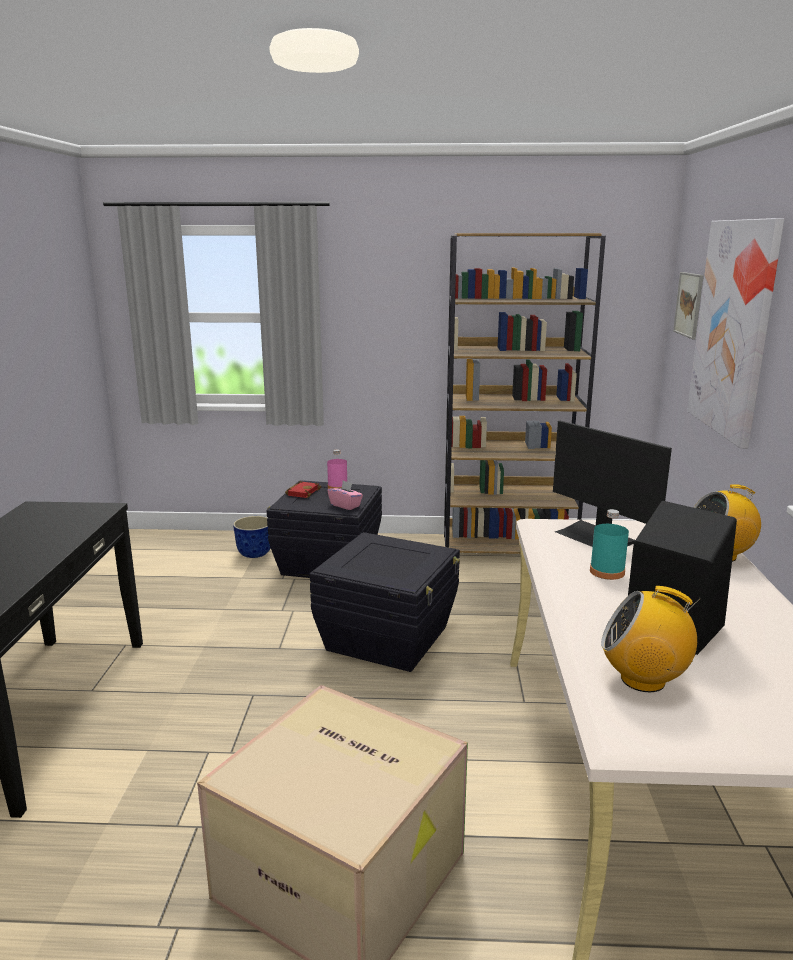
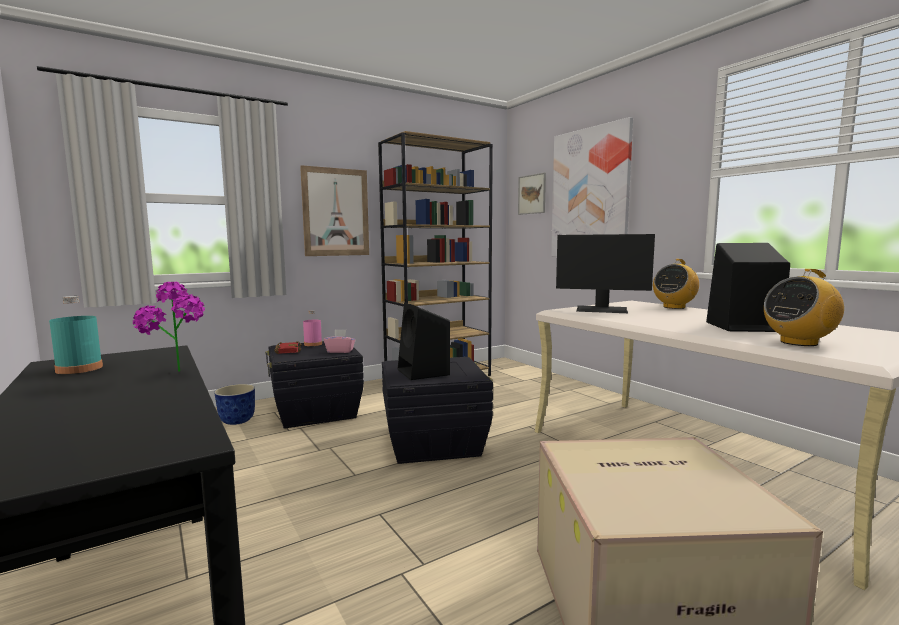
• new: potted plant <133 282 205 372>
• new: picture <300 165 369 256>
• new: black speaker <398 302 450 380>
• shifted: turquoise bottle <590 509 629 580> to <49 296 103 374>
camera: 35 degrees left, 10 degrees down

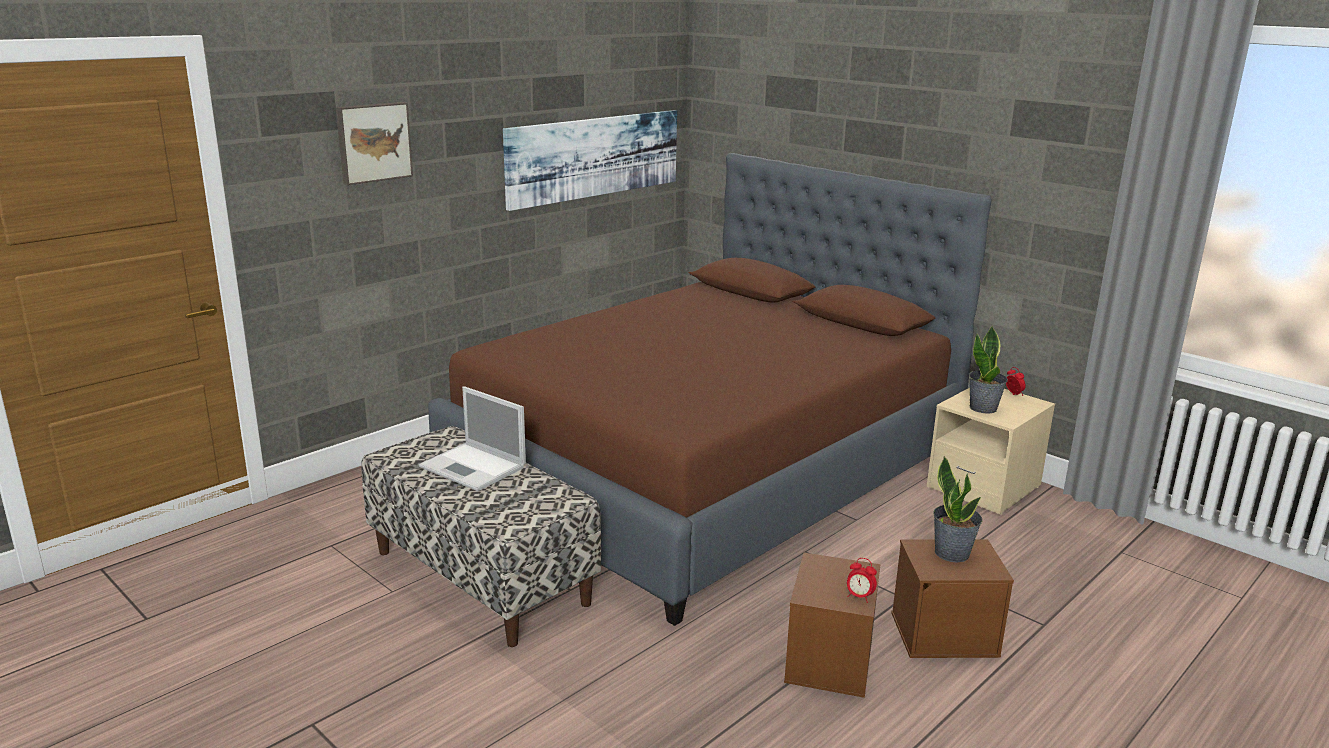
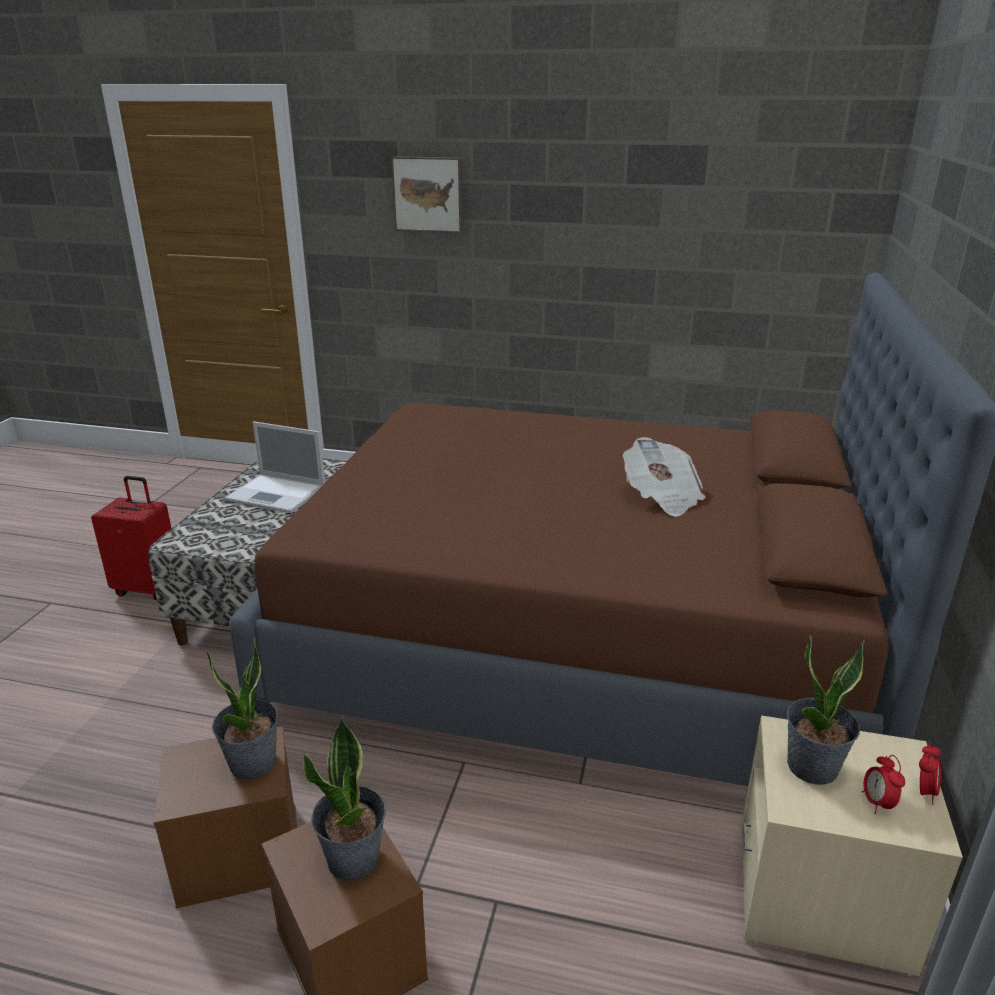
• gone: picture <503 110 677 211>
• new: red suitcase <91 476 172 601>
• new: potted plant <207 638 278 780>
• new: newspaper <623 437 706 517>
• shifted: alarm clock <847 558 877 603> to <862 755 905 814>
• rotated: laptop <419 386 526 491> = <225 421 325 513> 75 degrees counterclockwise
camera: 60 degrees right, 5 degrees up

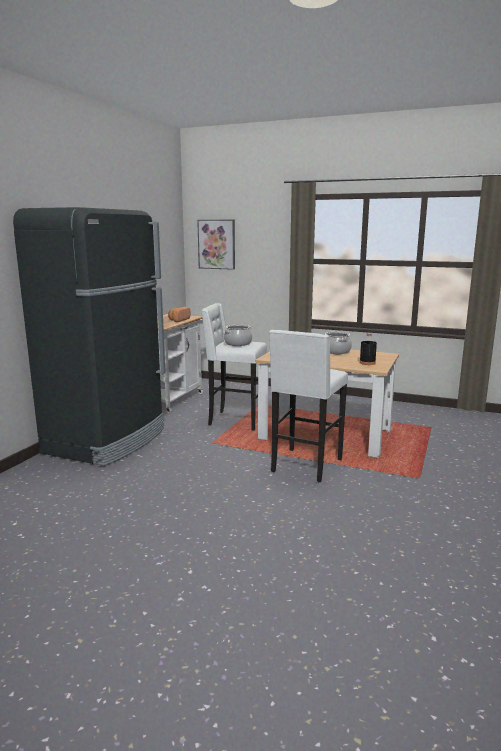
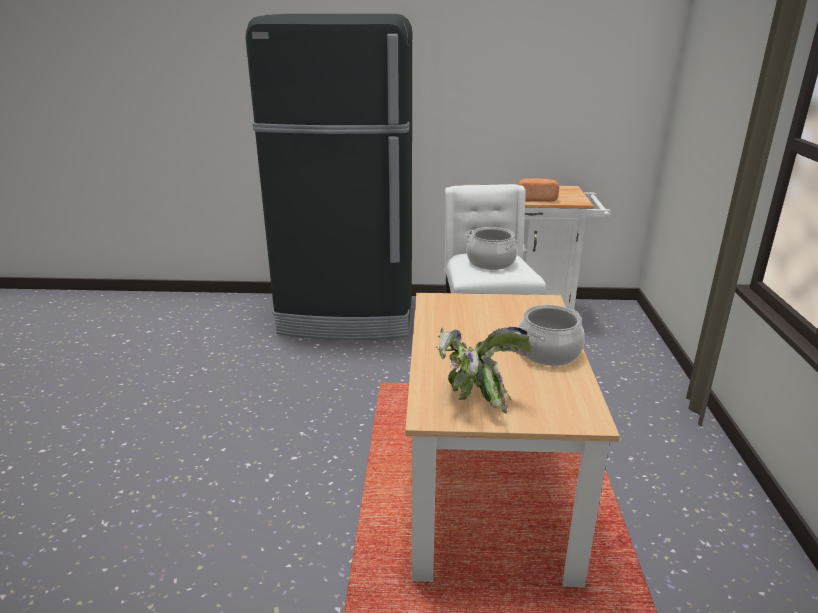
• gone: picture <197 220 235 270>
• gone: white stool <269 330 348 482>
• swapped: black bottle <360 333 377 365> to potted plant <436 327 531 414>
camera: 70 degrees right, 10 degrees up

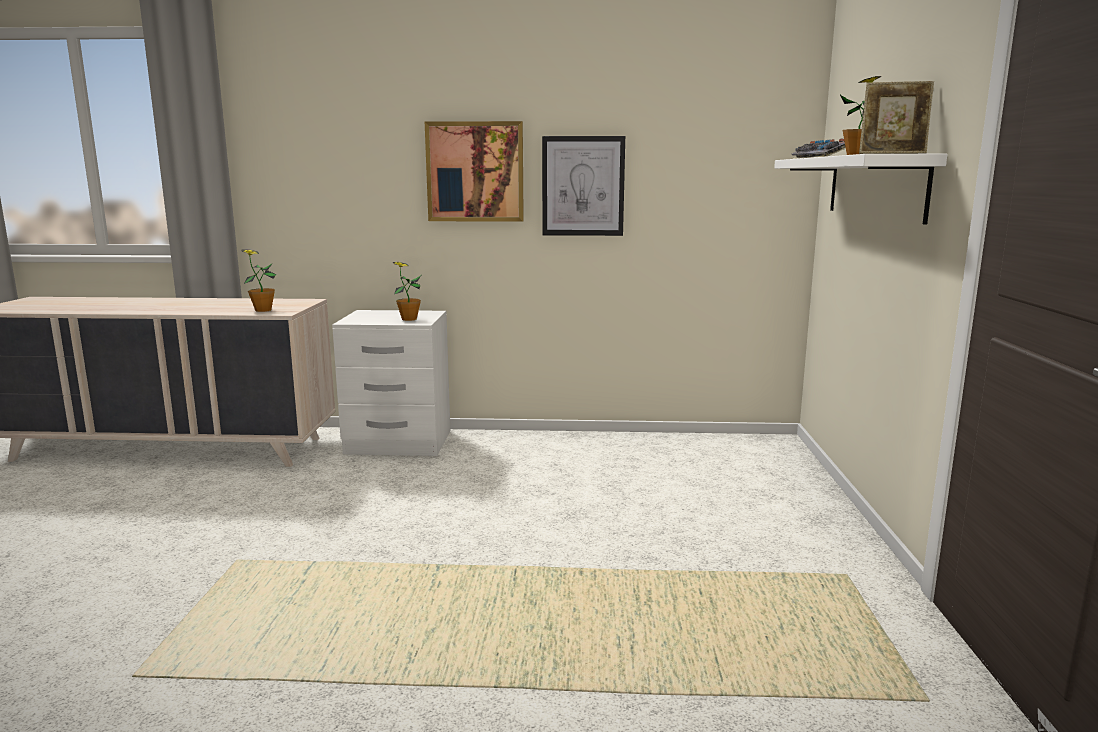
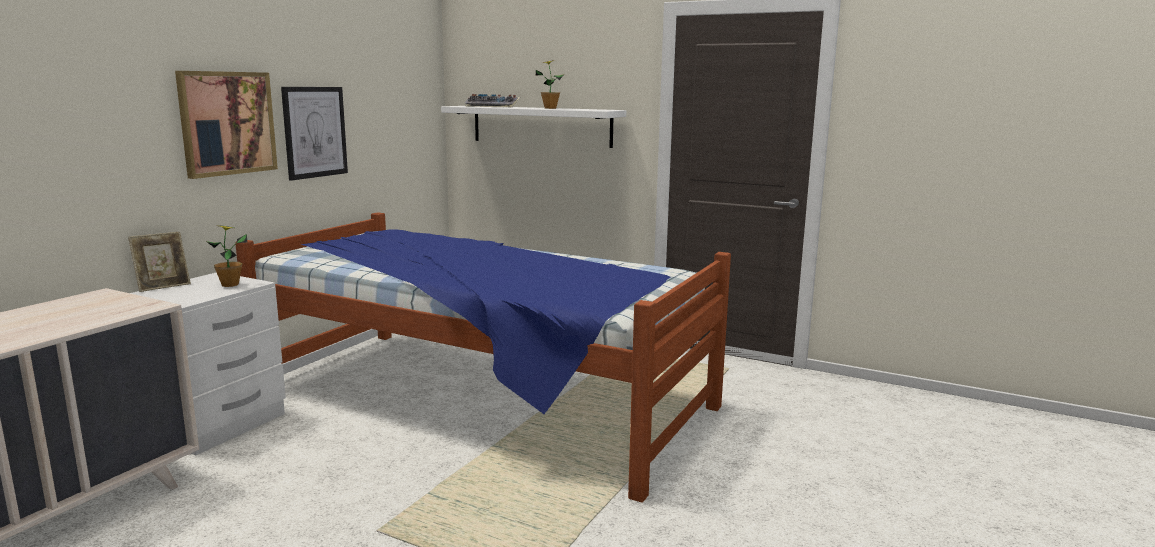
• gone: potted plant <241 250 276 312>
• new: bed <235 212 731 503>
• shifted: picture frame <859 81 934 154> to <128 232 191 292>
camera: 65 degrees left, 0 degrees up

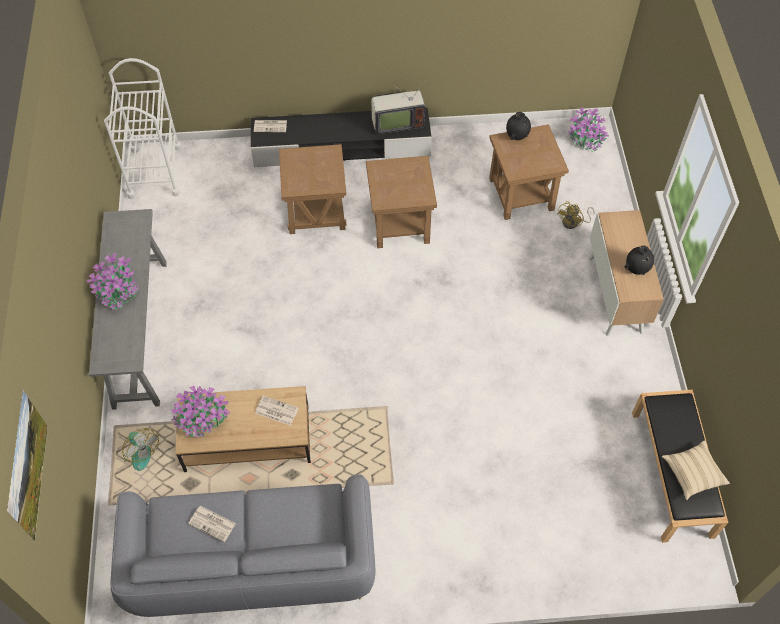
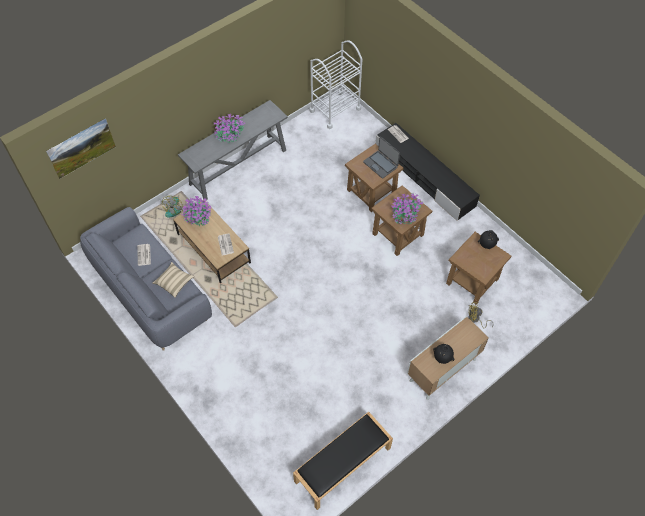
• gone: television <371 79 426 135>
• new: laptop <363 136 400 179>
• shifted: potted plant <567 107 609 152> to <391 193 423 224>
• shifted: beige pillow <662 440 730 500> to <152 262 194 298>
camera: 55 degrees right, 0 degrees up

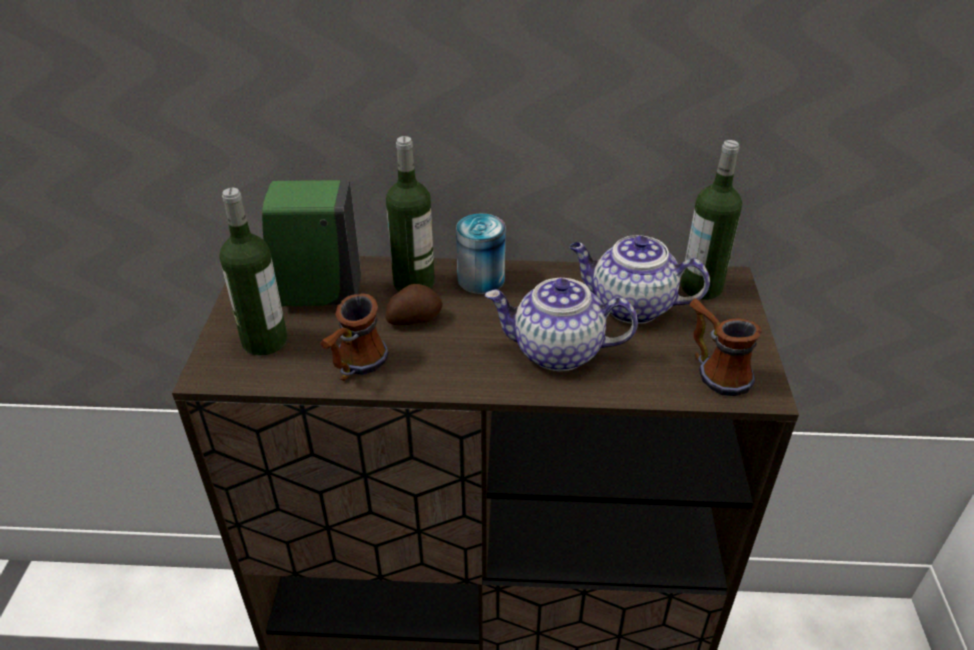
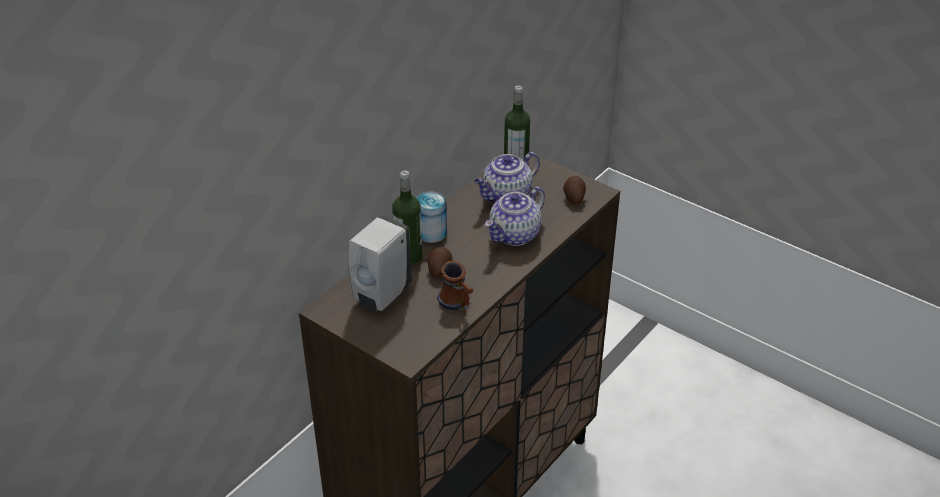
• gone: bottle <219 188 287 356>
• swapped: mug <690 298 762 396> to potato <563 176 586 204>
• repainted: green soap dispenser <262 180 361 306> to white soap dispenser <348 215 411 312>
camera: 55 degrees left, 0 degrees up

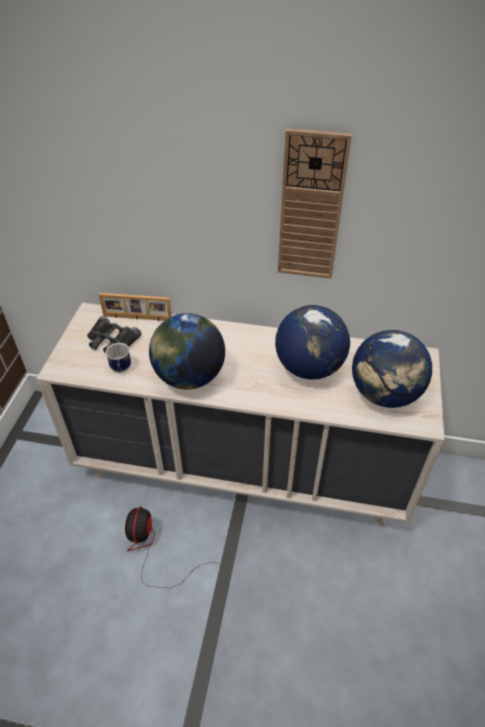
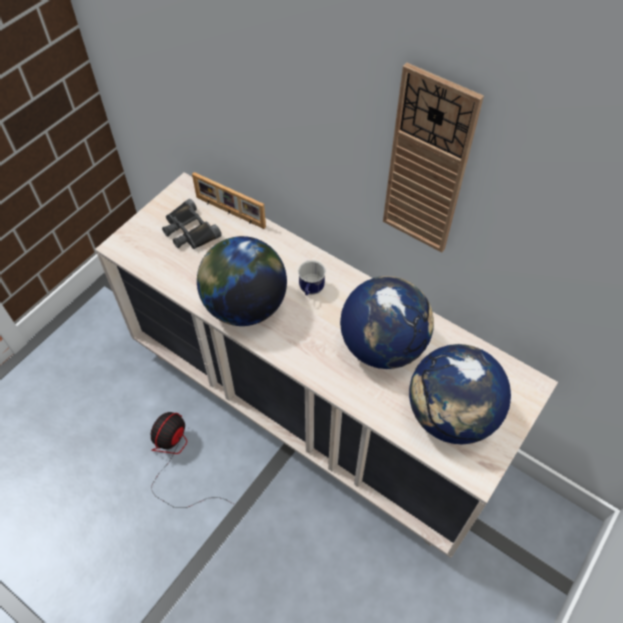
• shifted: mug <106 343 131 373> to <298 260 326 296>
camera: 25 degrees right, 10 degrees up

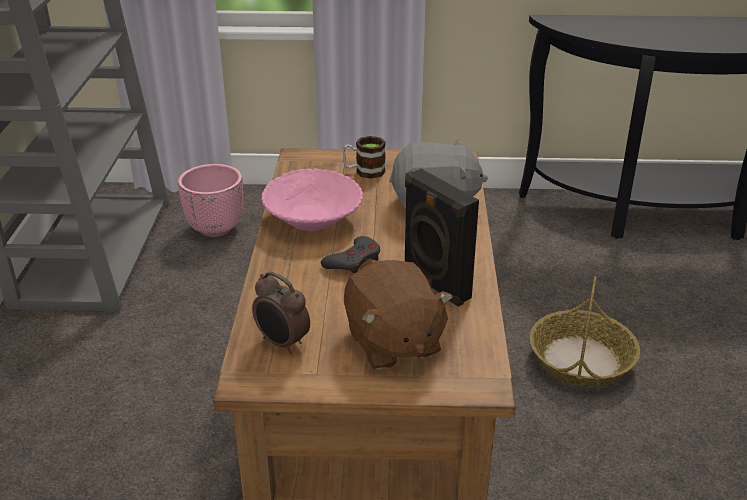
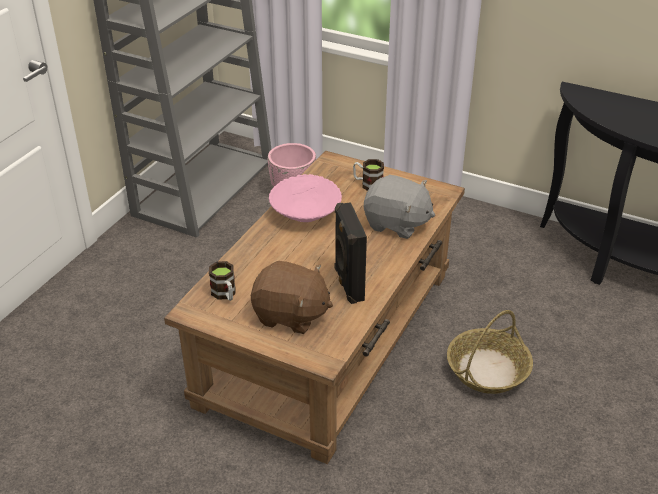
• gone: grey game controller <321 236 380 273>
• swapped: alarm clock <252 272 310 354> to mug <209 261 236 301>
• rotated: brown plush toy <344 260 453 370> = <251 261 333 334> 75 degrees counterclockwise
camera: 25 degrees right, 5 degrees up

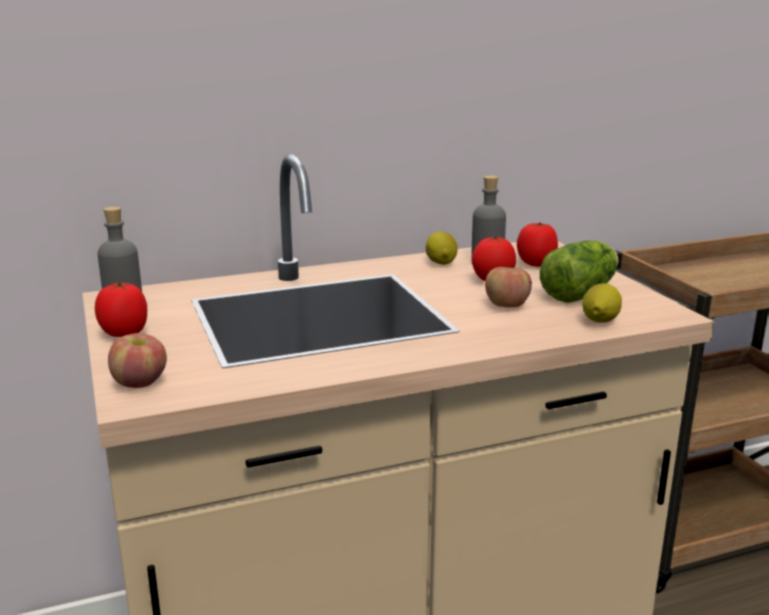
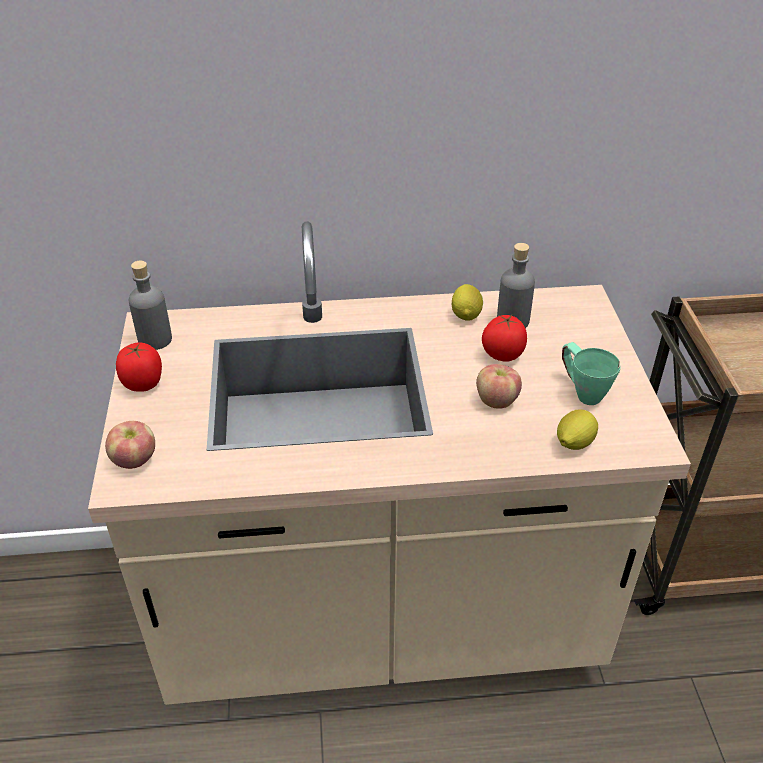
• gone: tomato <517 223 558 267>
• swapped: lettuce <540 240 619 303> to green mug <562 342 620 405>
camera: 15 degrees right, 20 degrees up

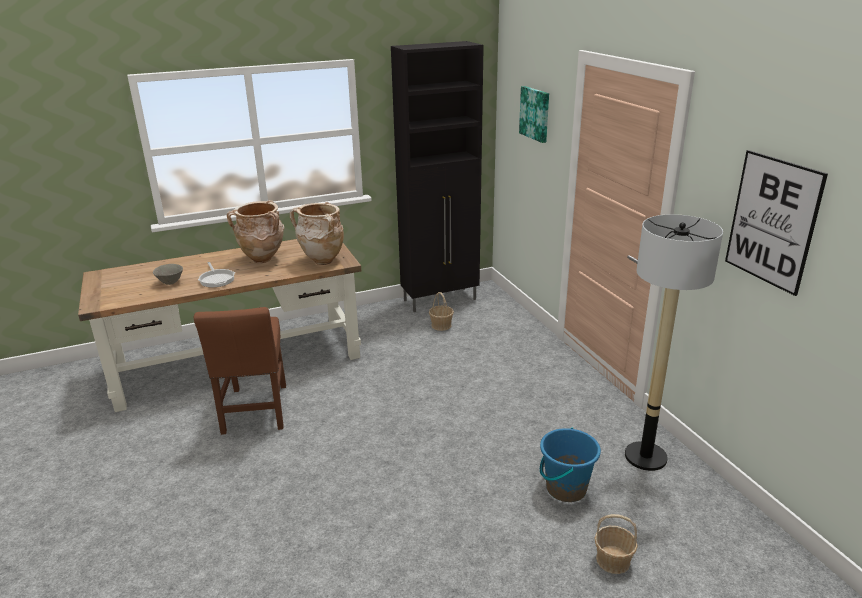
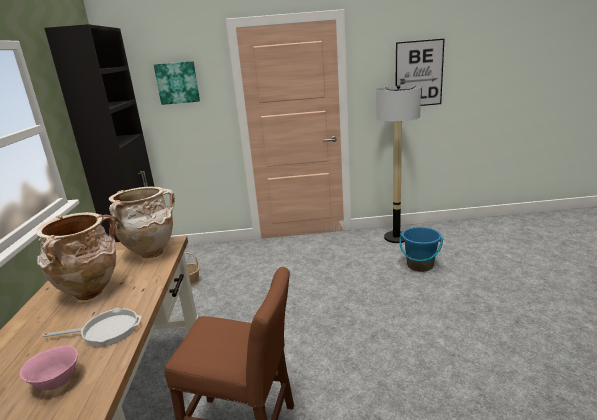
• gone: basket <595 514 638 574>
• repainted: grey bowl <153 264 183 285> to pink bowl <20 346 78 390>
camera: 70 degrees left, 5 degrees down

